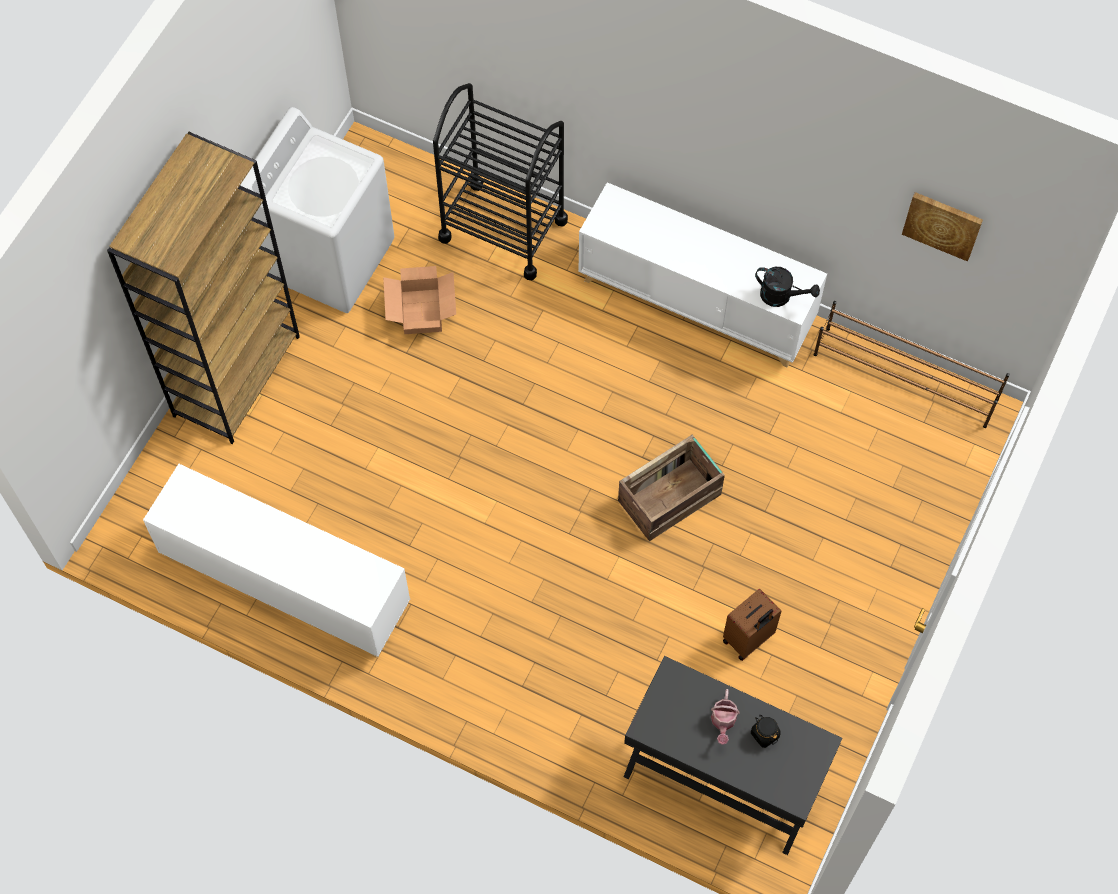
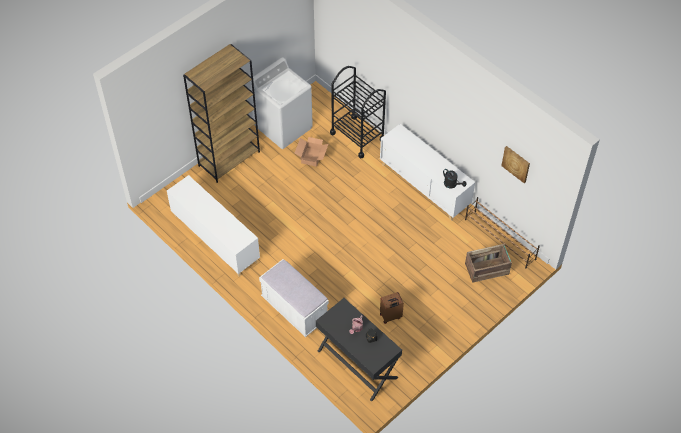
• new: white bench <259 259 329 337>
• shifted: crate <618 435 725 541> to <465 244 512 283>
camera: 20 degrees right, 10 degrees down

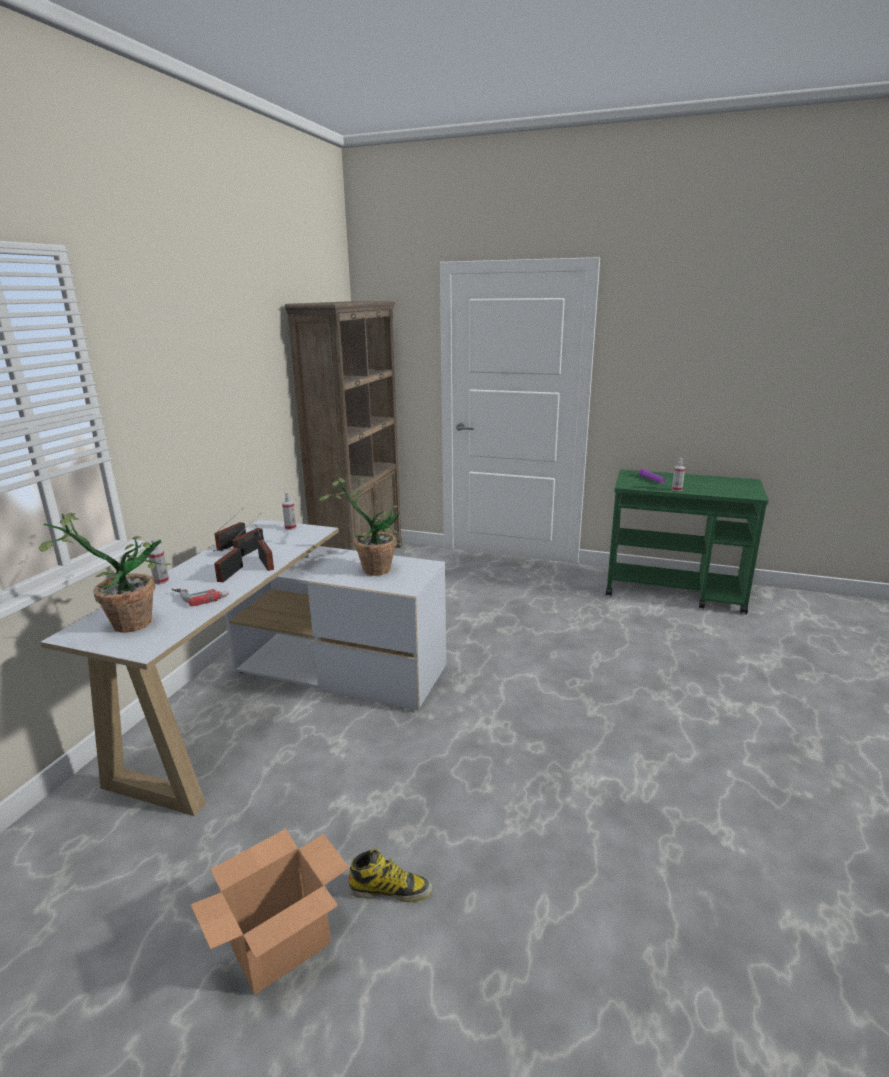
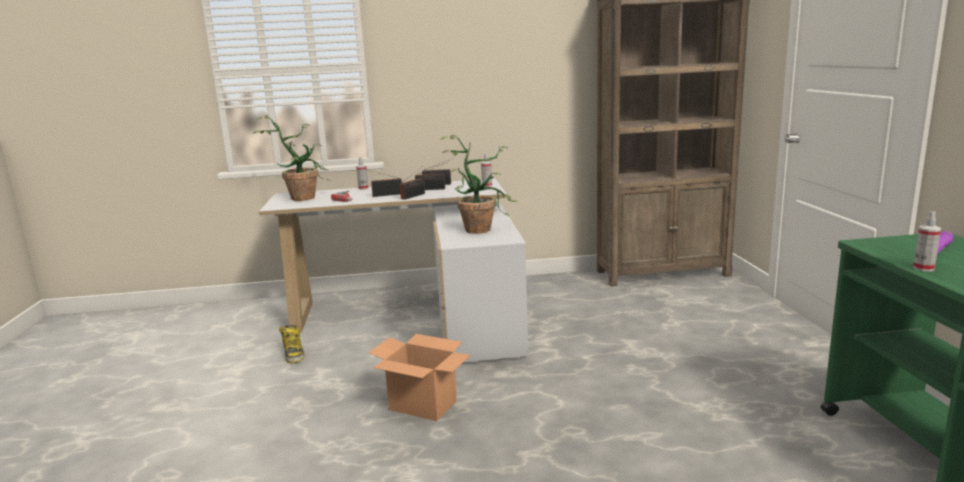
• shifted: cardboard box <190 829 349 995> to <368 334 471 421>
• shifted: boot <348 849 432 902> to <279 325 305 363>
camera: 65 degrees right, 5 degrees down

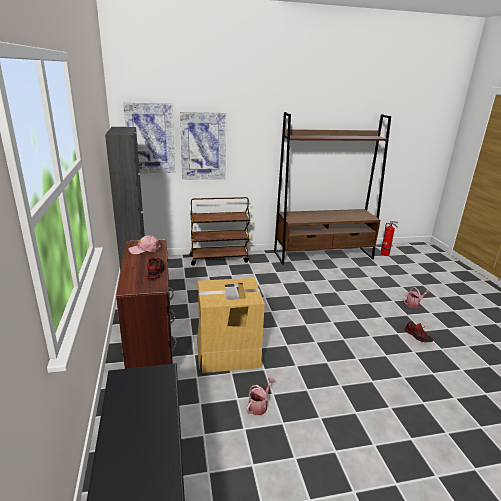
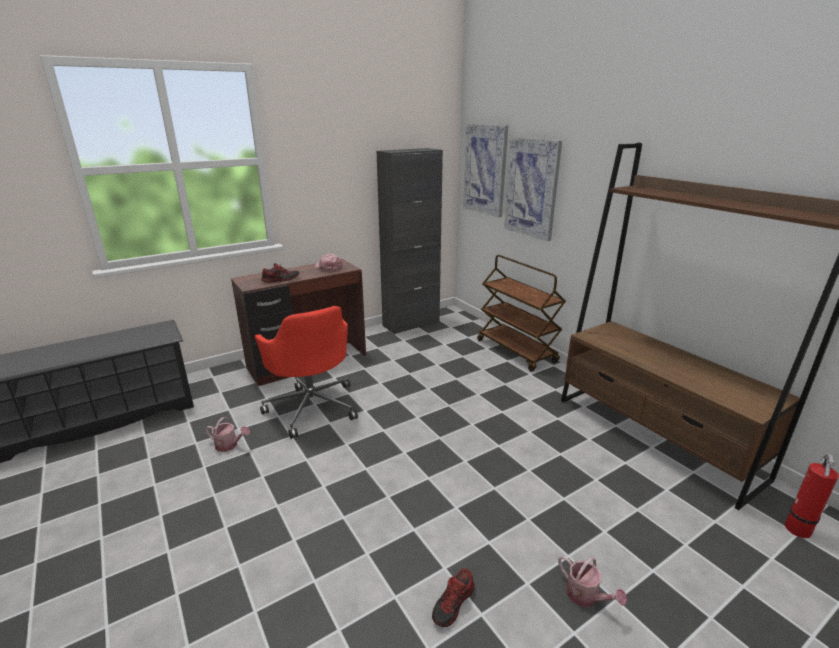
• swapped: cardboard box <197 278 265 373> to red office chair <254 306 358 439>
camera: 70 degrees right, 0 degrees up

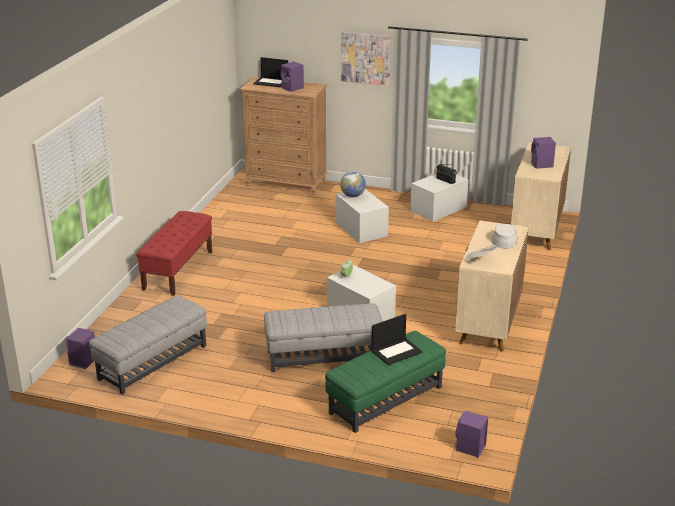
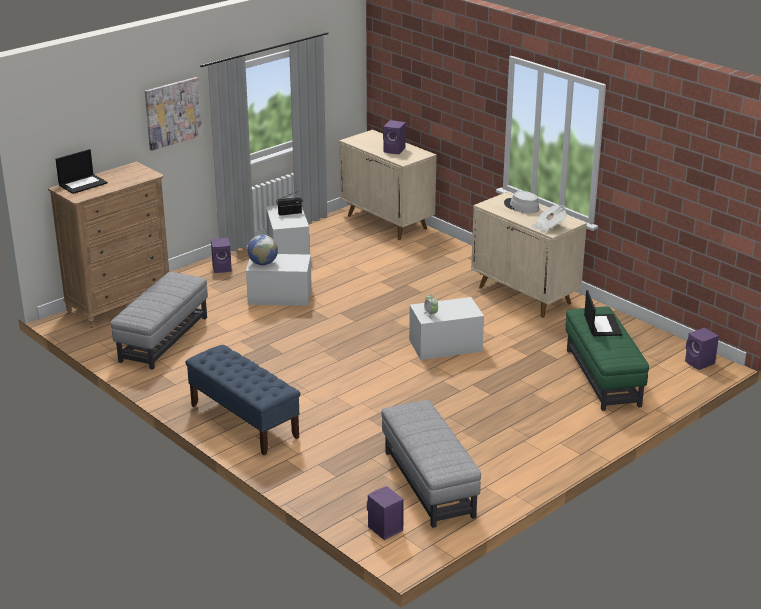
• shifted: grey ottoman <264 303 383 372> to <111 272 208 370>
• shifted: purple speaker <281 62 304 92> to <211 238 232 273>
• repainted: red bench <136 211 212 296> to blue bench <185 345 300 455>
camera: 60 degrees left, 0 degrees up

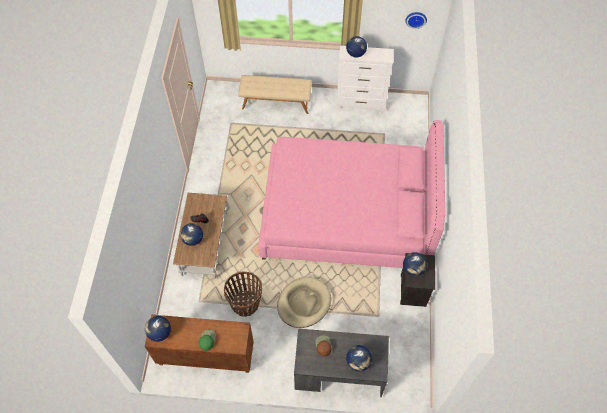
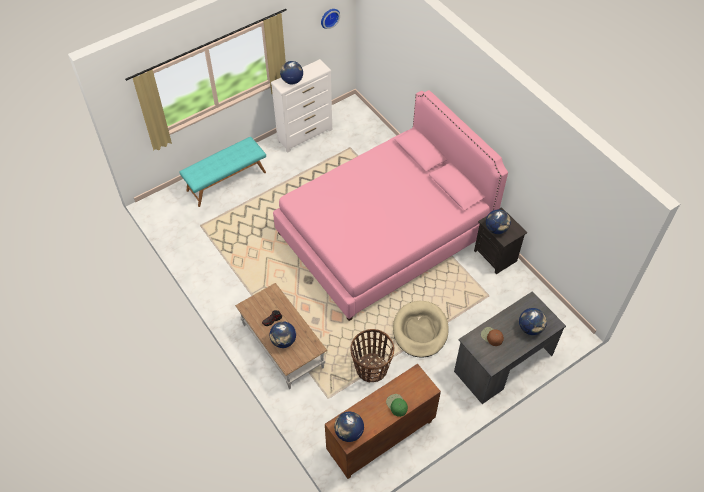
• repainted: beige bench <238 75 312 114> to turquoise bench <179 137 266 207>
camera: 40 degrees left, 5 degrees down

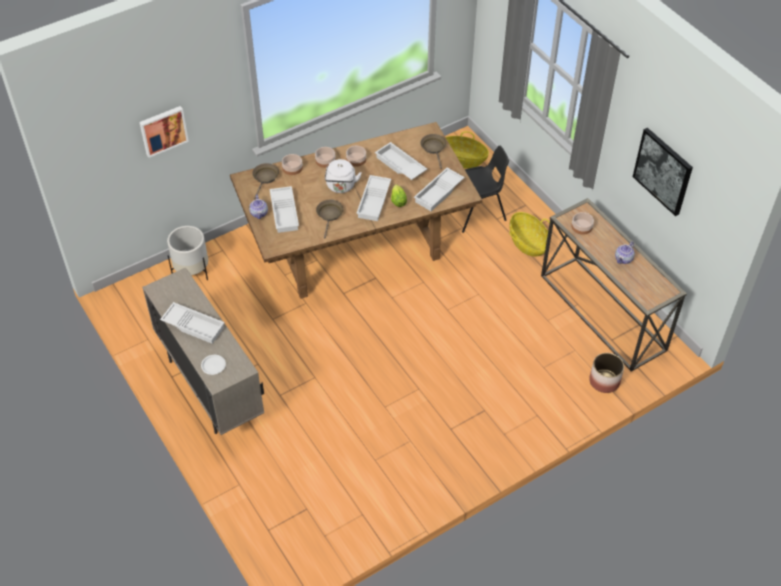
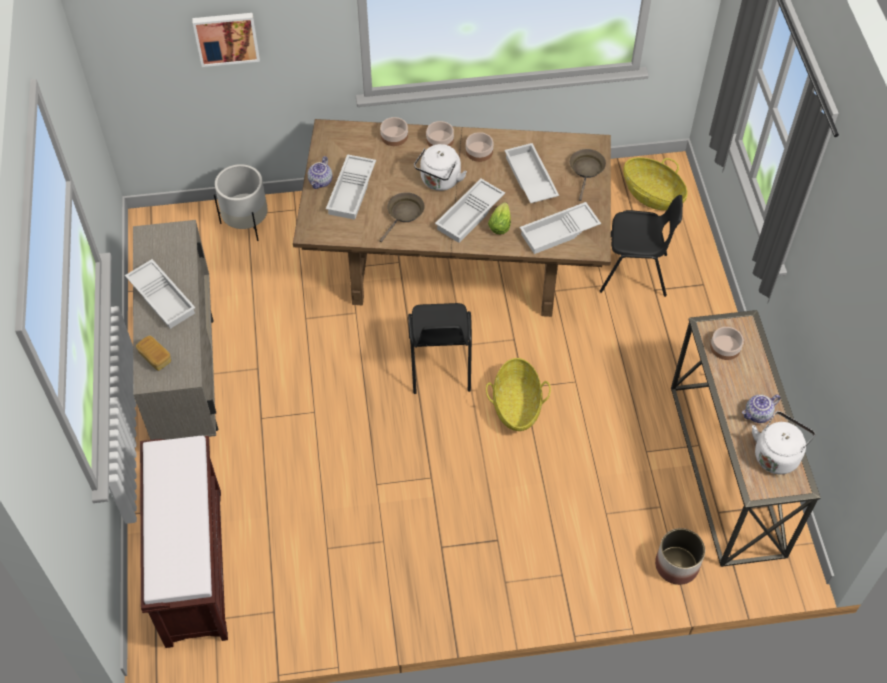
• gone: brown frying pan <252 163 279 199>
• gone: picture <633 128 693 216>
• new: brown bench <140 436 228 648>
• new: black chair <408 303 472 394>
• new: white kettle <752 411 816 474>
• shifted: basket <509 212 550 257> to <486 358 551 431>
• swapped: white plate <201 355 226 375> to bread <136 336 171 371>
camera: 25 degrees right, 5 degrees up

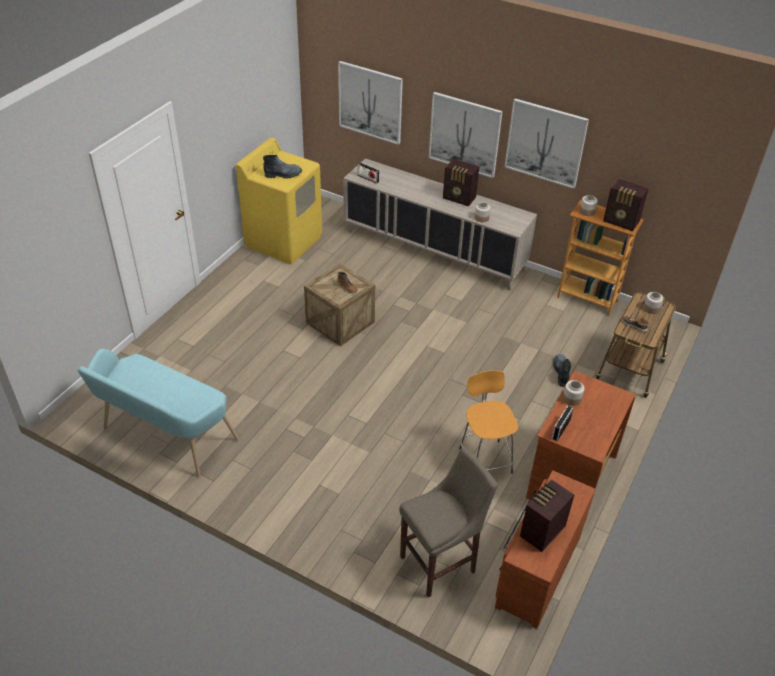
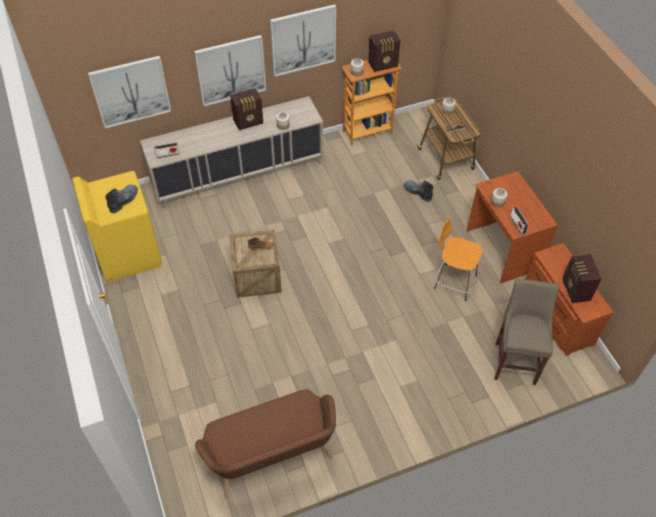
• repainted: turquoise bench <78 349 239 477> to brown bench <195 389 336 499>
camera: 50 degrees left, 10 degrees up

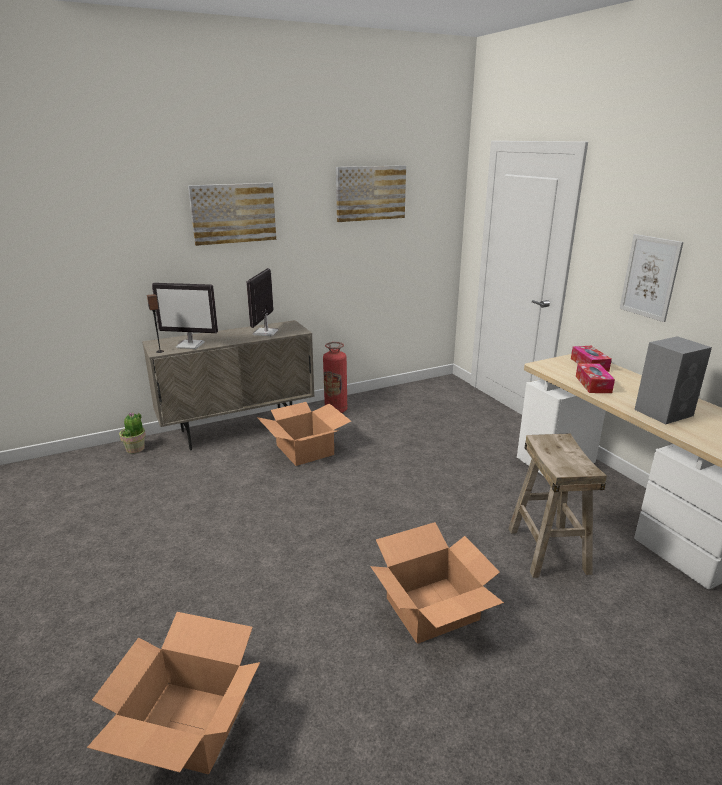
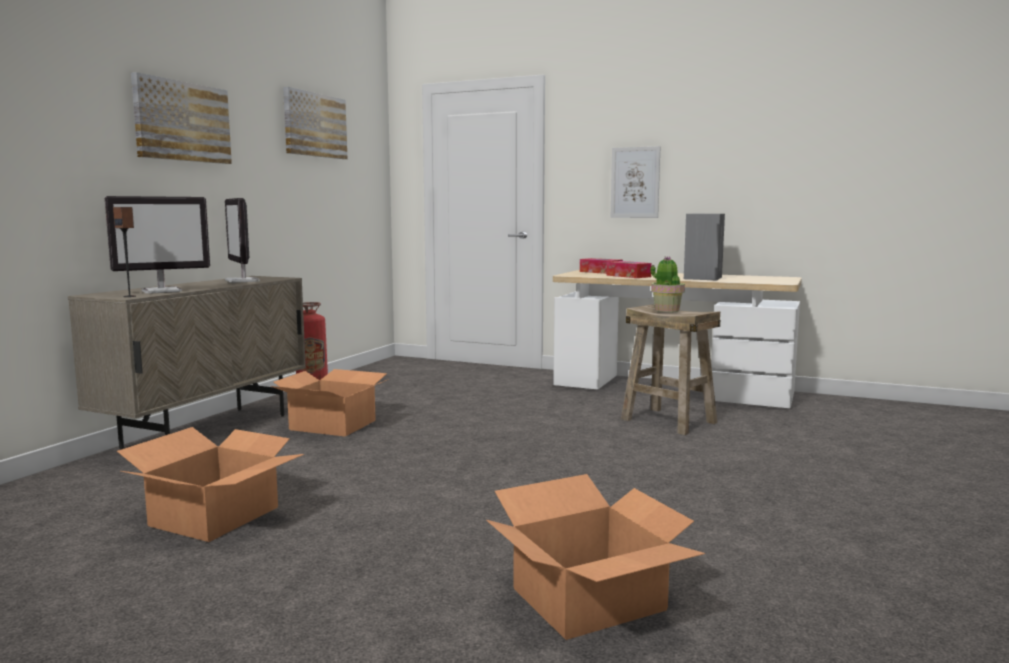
• shifted: potted plant <119 412 146 454> to <650 257 685 312>
• shifted: cardboard box <370 522 504 644> to <117 427 304 542>
camera: 40 degrees left, 15 degrees down

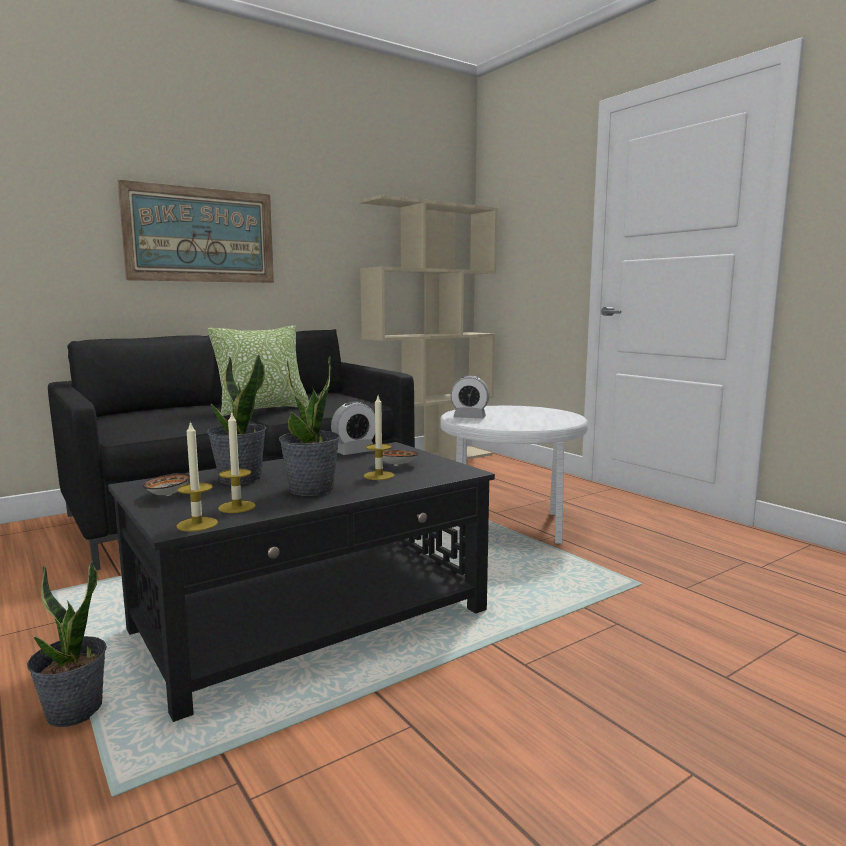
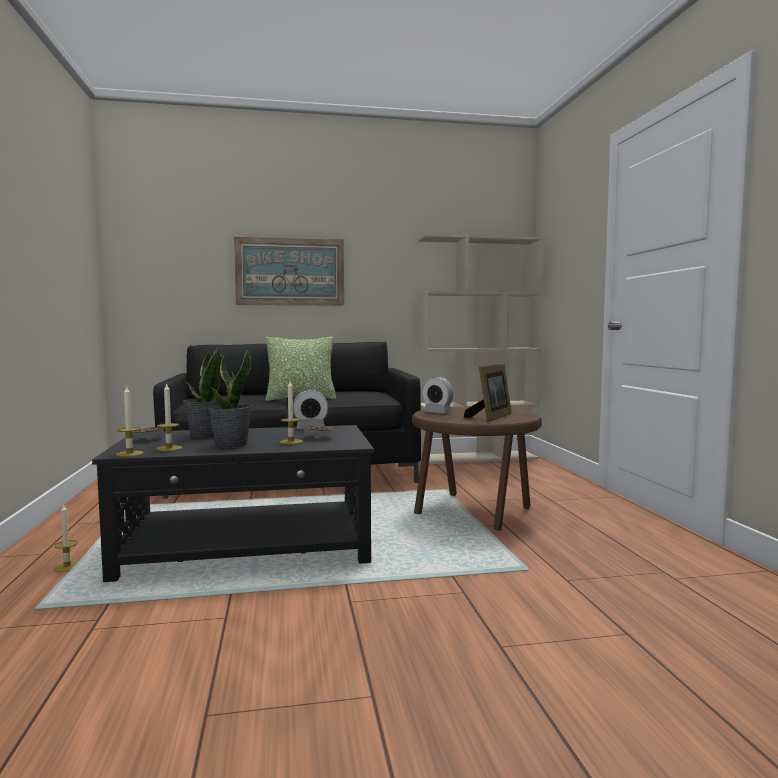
• new: picture frame <464 363 512 422>
• swapped: potted plant <27 561 107 727> to candle <53 503 78 572>
• repainted: white side table <440 405 588 544> to brown side table <412 406 542 531>
camera: 25 degrees right, 5 degrees down

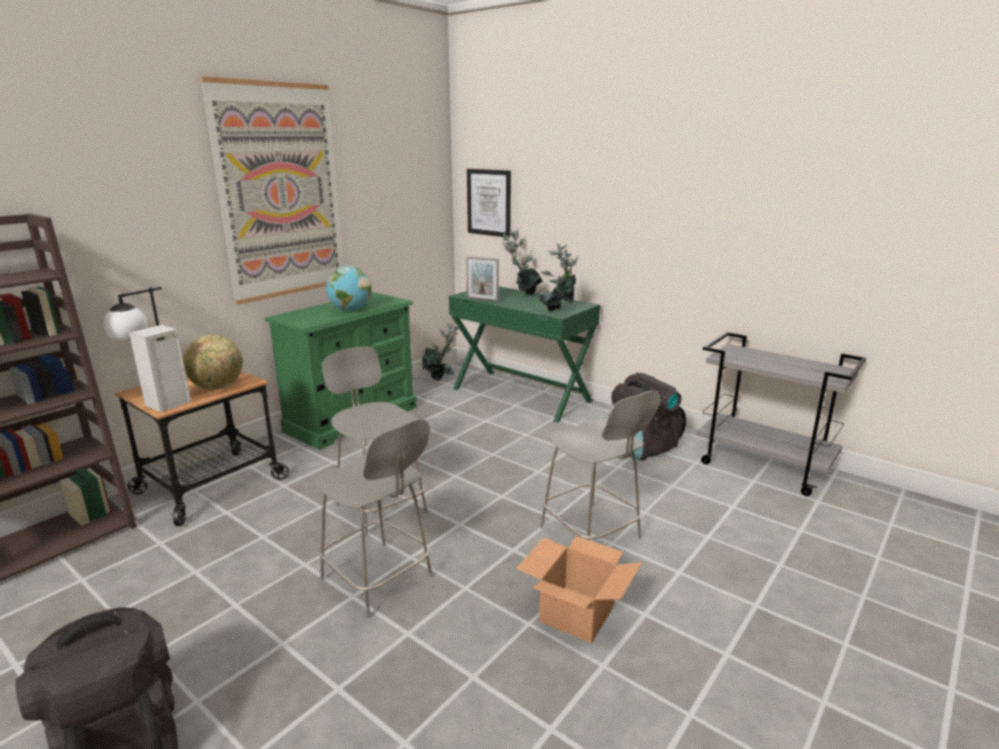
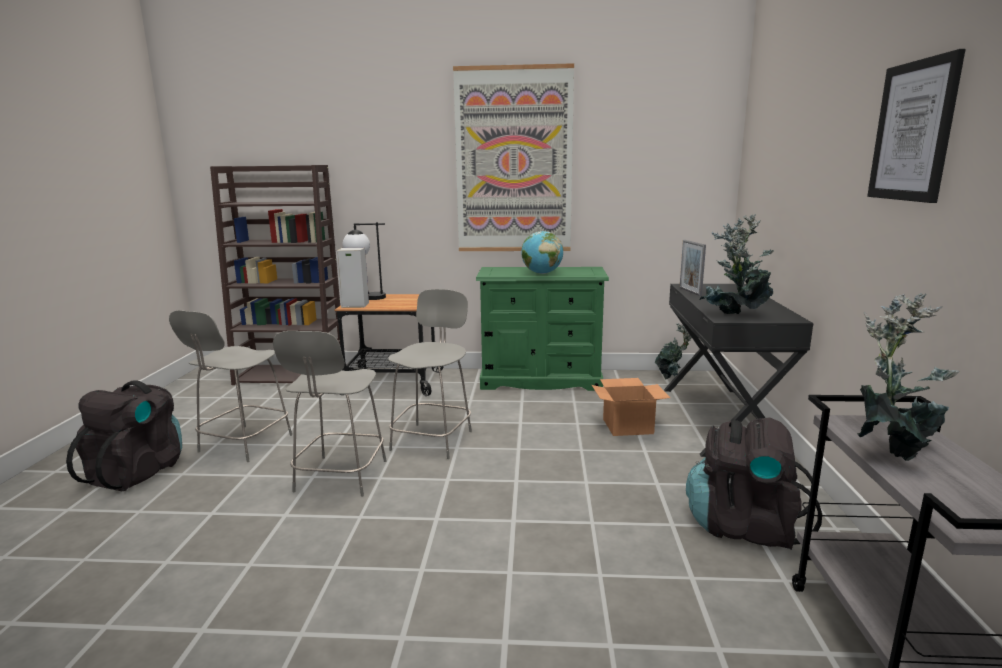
• gone: globe <183 335 243 390>
• new: potted plant <857 293 960 461>
• shifted: picture <467 169 511 238> to <867 49 965 203>
• shifted: cardboard box <516 536 642 643> to <592 378 670 436>
• shifted: grey chair <540 391 661 540> to <169 310 292 462>
• repainted: green desk <449 286 600 423> to black desk <664 284 813 457>
camera: 55 degrees right, 5 degrees down

